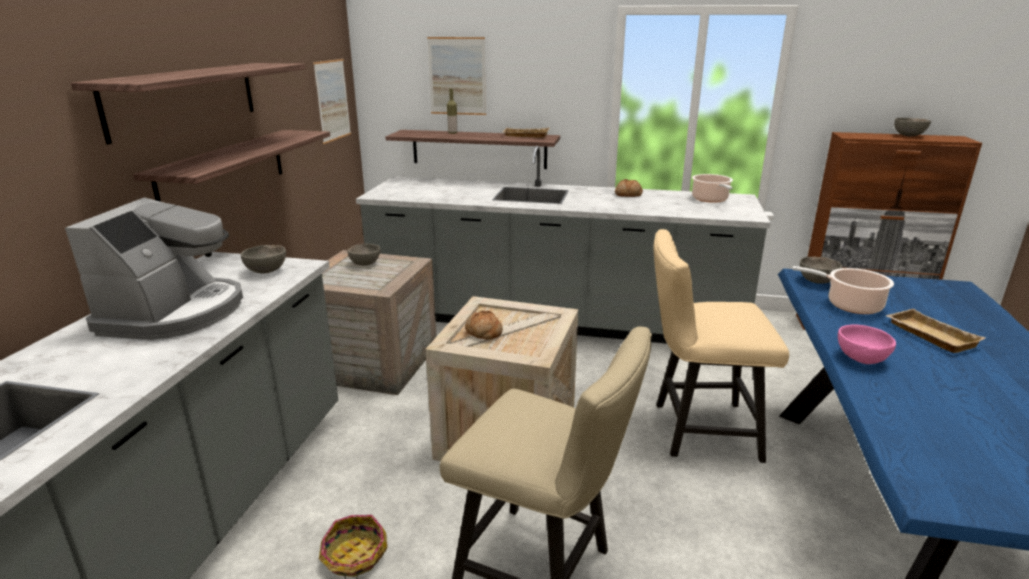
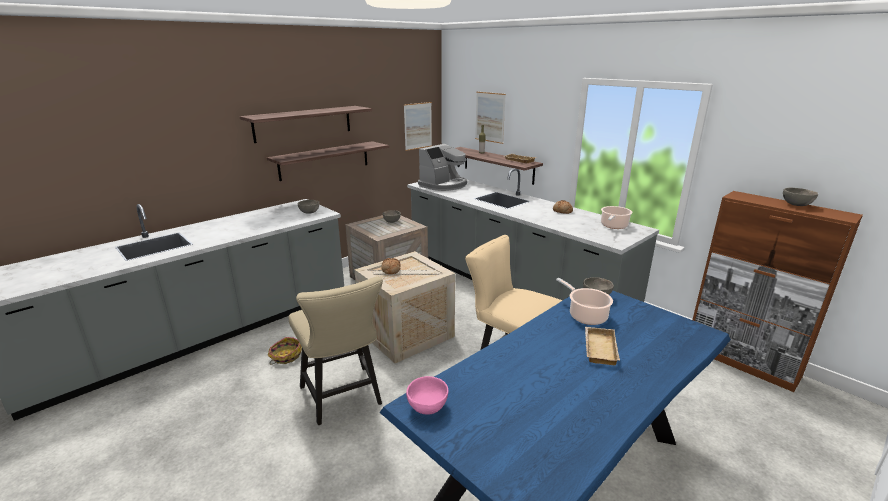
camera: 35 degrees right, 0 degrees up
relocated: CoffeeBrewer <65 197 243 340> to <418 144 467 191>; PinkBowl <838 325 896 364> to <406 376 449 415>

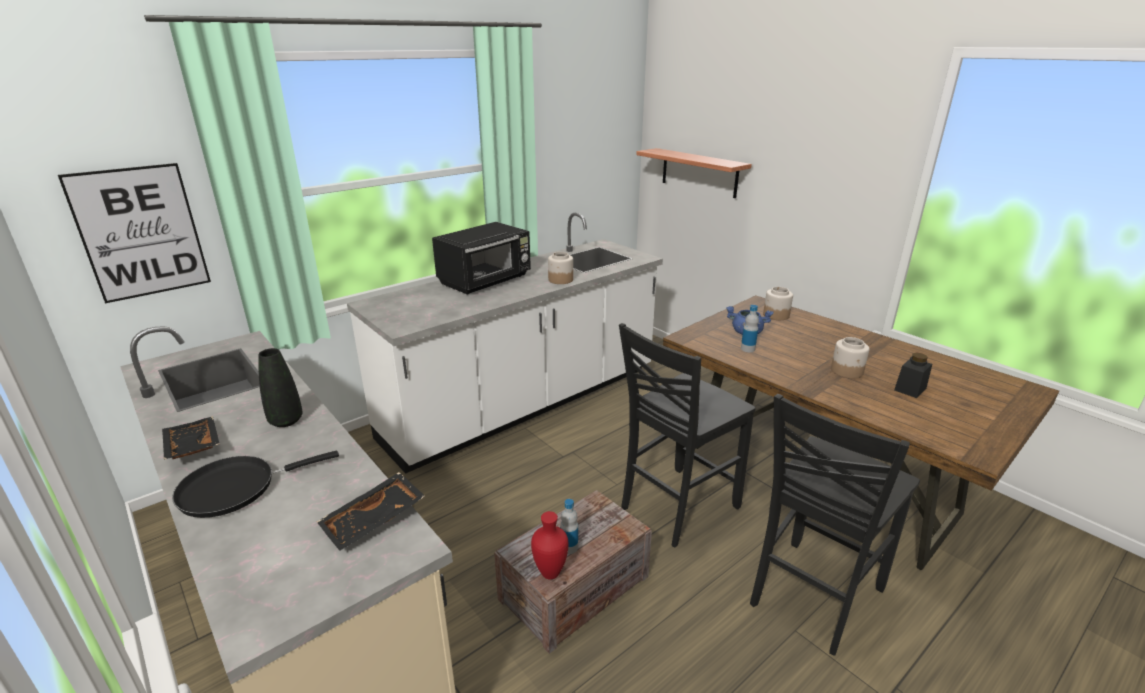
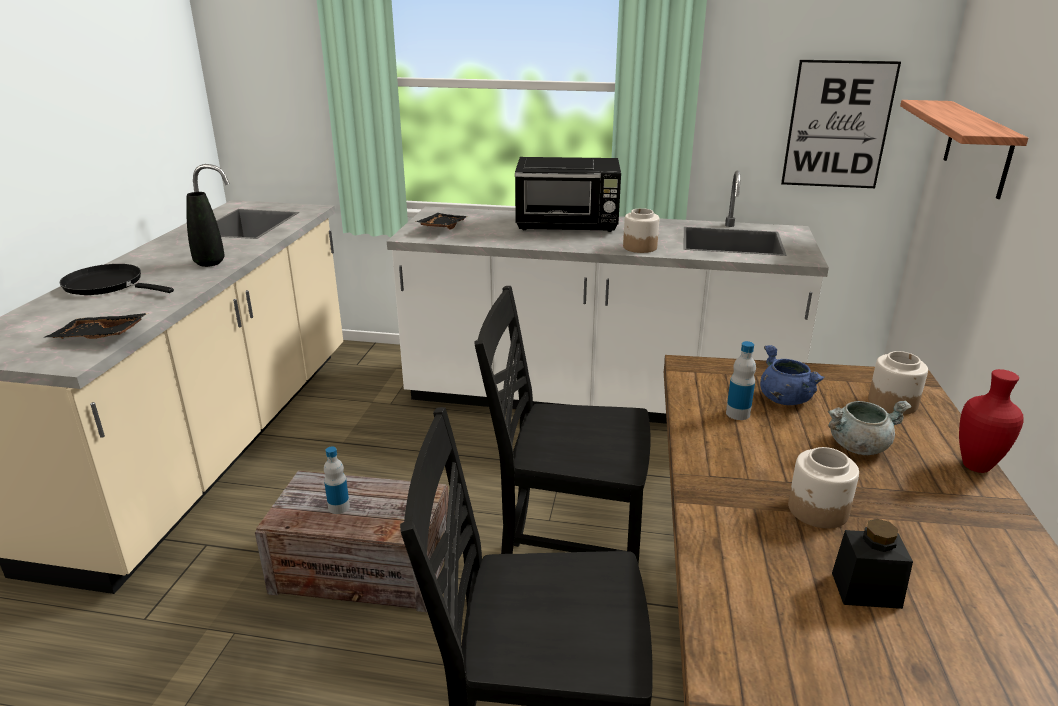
camera: 50 degrees right, 0 degrees up
appeared: GreyishCookingPot <828 400 911 455>
relocated: WallPicture <58 163 211 303> to <781 60 901 188>; BlackishTray <162 417 219 460> to <415 213 469 230>; RedFlowerVase <531 511 568 579> to <959 369 1024 473>

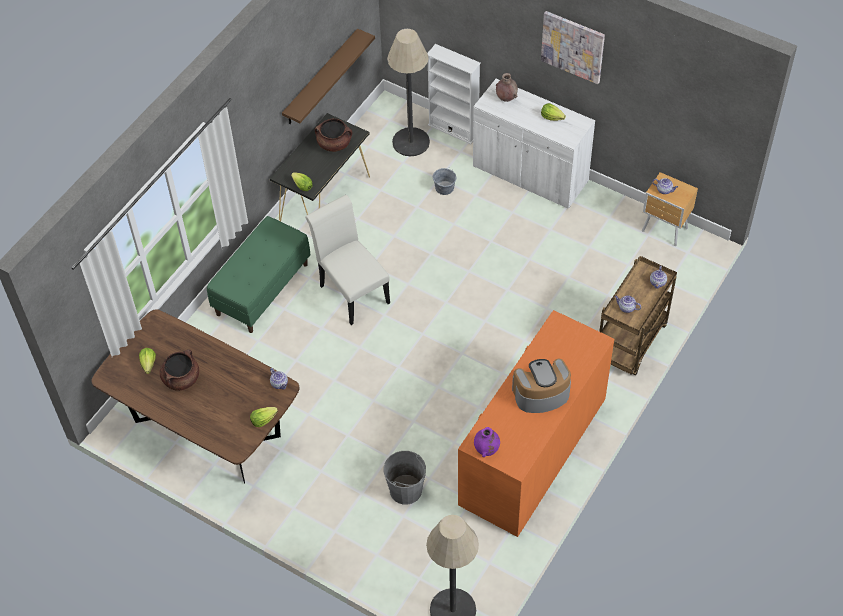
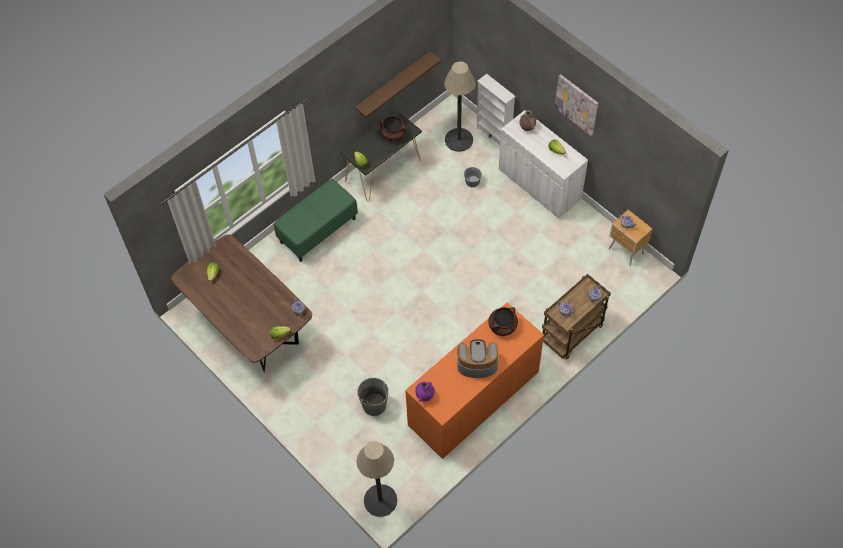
camera: 15 degrees right, 5 degrees up
missing: WhiteColouredPlainChair <305 195 390 325>
relocated: BrownCookingPot <160 349 199 391> to <488 307 518 336>

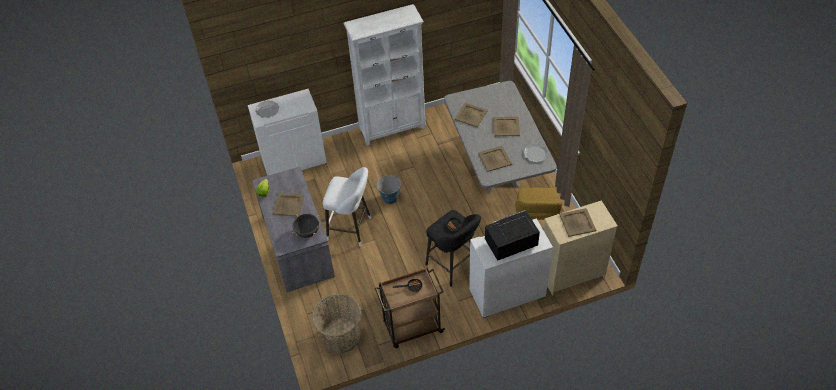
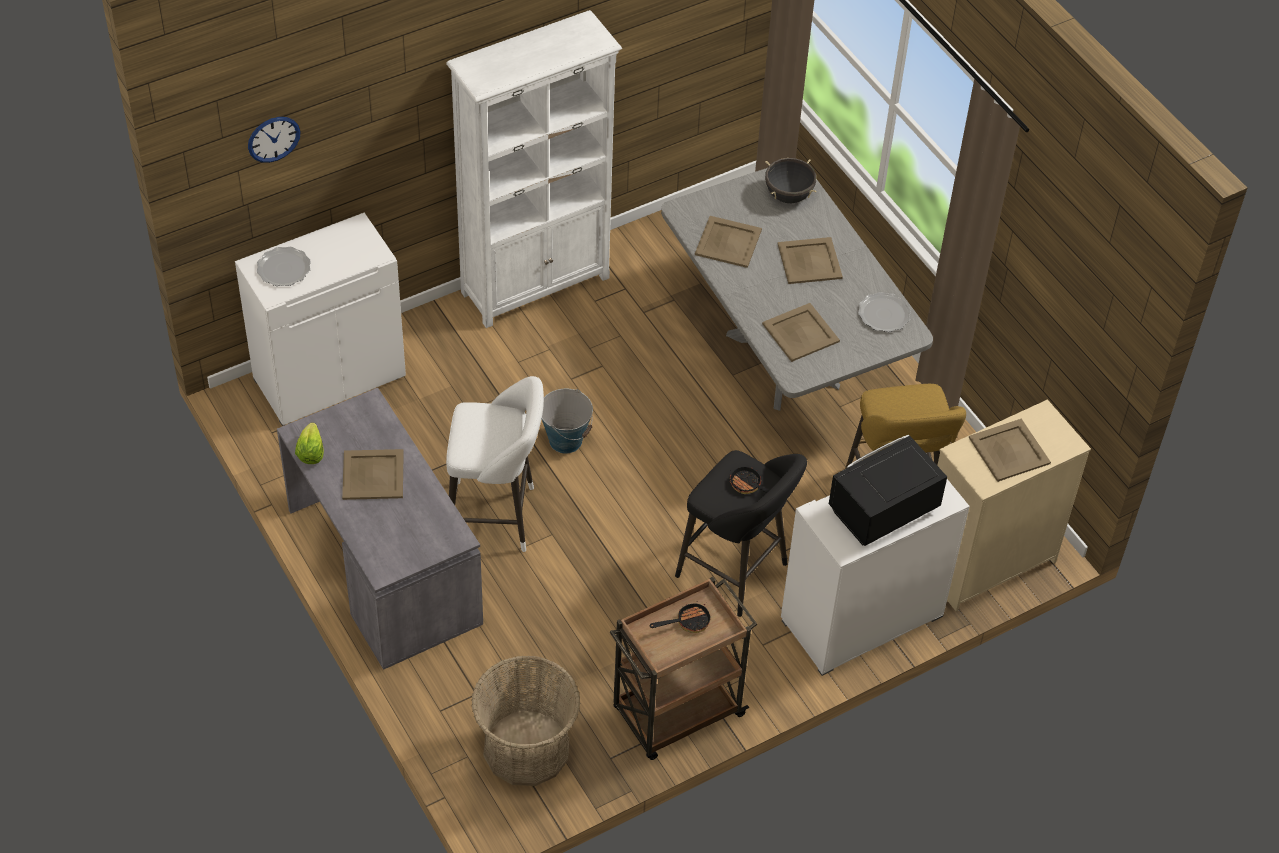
camera: 15 degrees left, 0 degrees up
appeared: HangingClock <248 117 301 163>
relocated: BlackishCookingPot <292 214 319 238> to <765 158 817 203>

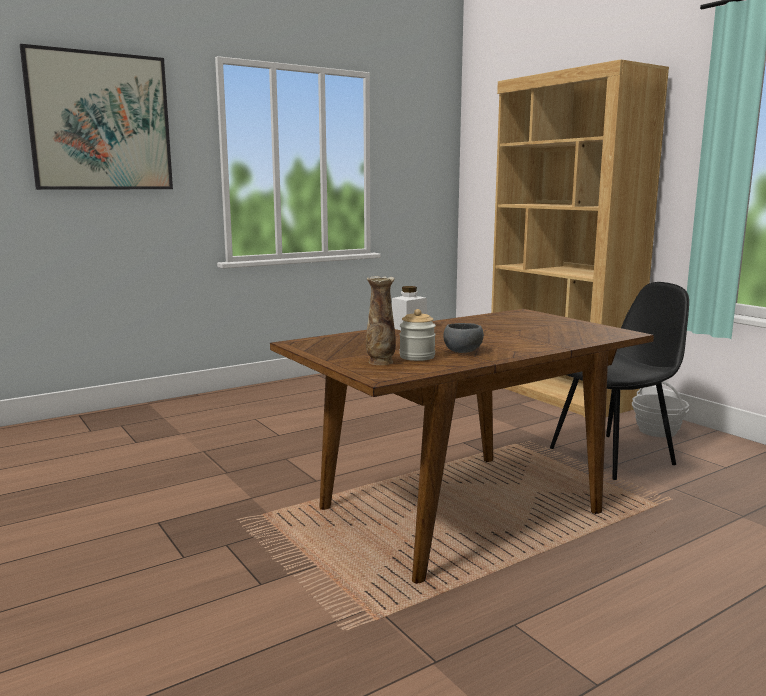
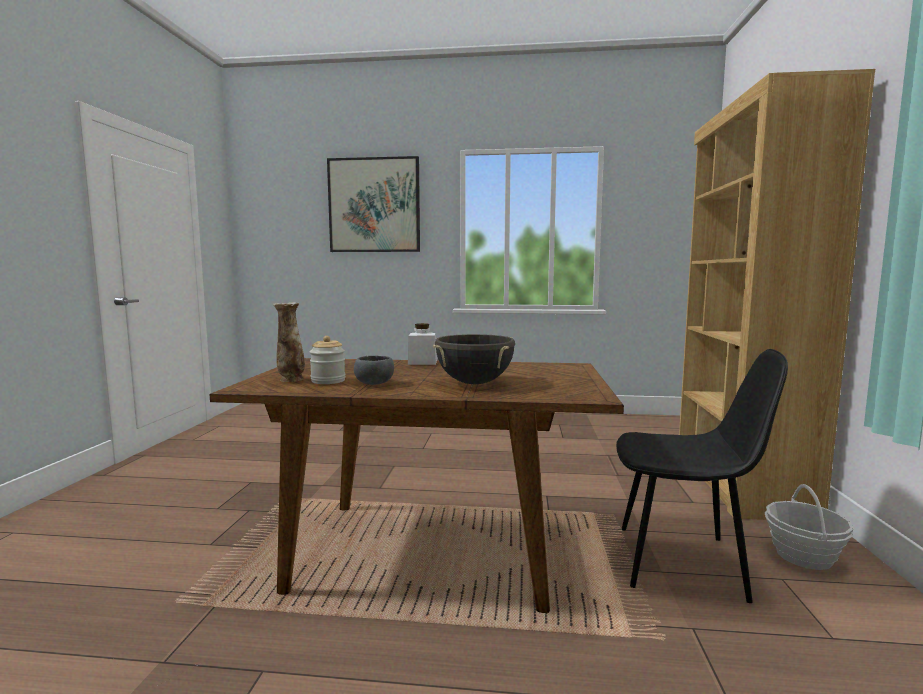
camera: 40 degrees right, 5 degrees down
appeared: BlackishCookingPot <433 334 515 384>

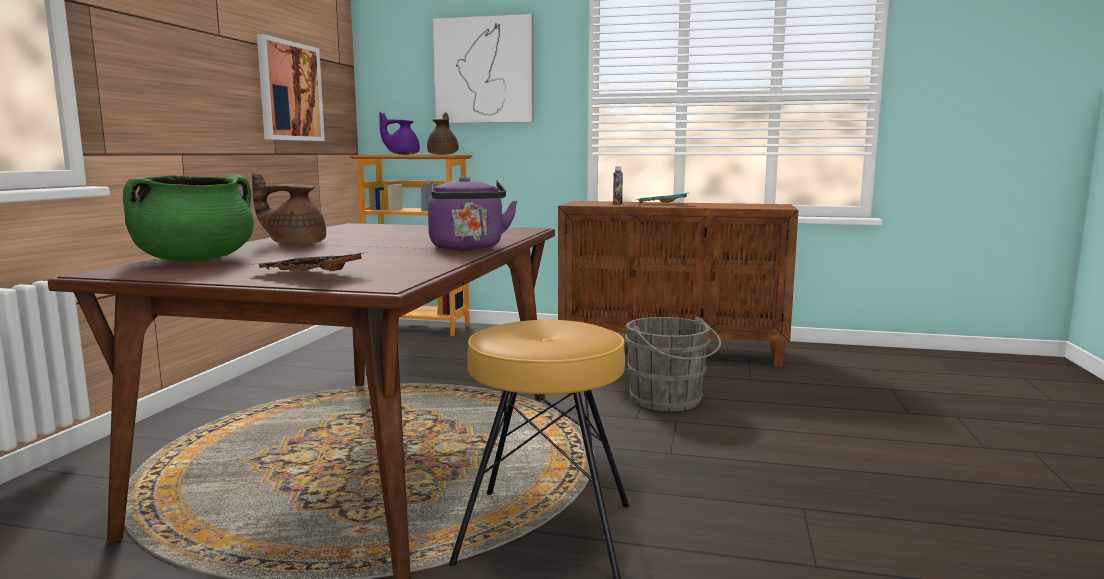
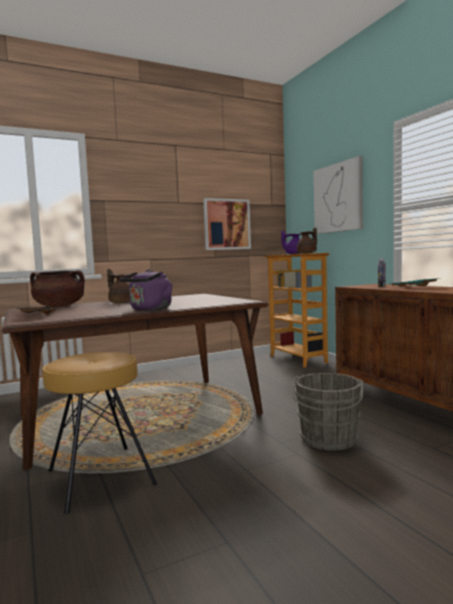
camera: 50 degrees right, 5 degrees down
colour: GreenColouredCookingPot <123 174 254 262> to BrownCookingPot <30 270 85 307>

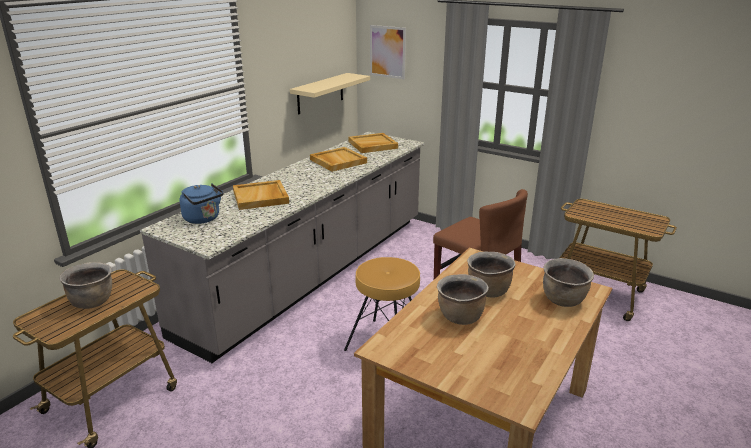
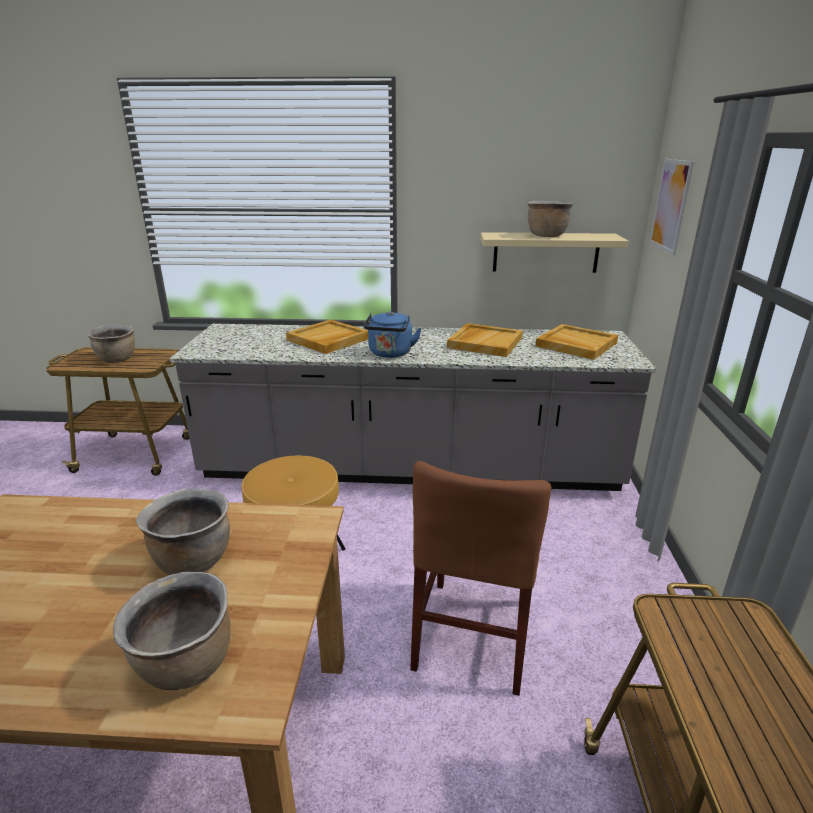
camera: 60 degrees right, 0 degrees up
relocated: BlueWaterKettle <179 183 224 224> to <363 311 422 358>; BrownCookingPot <437 274 489 325> to <528 201 573 237>

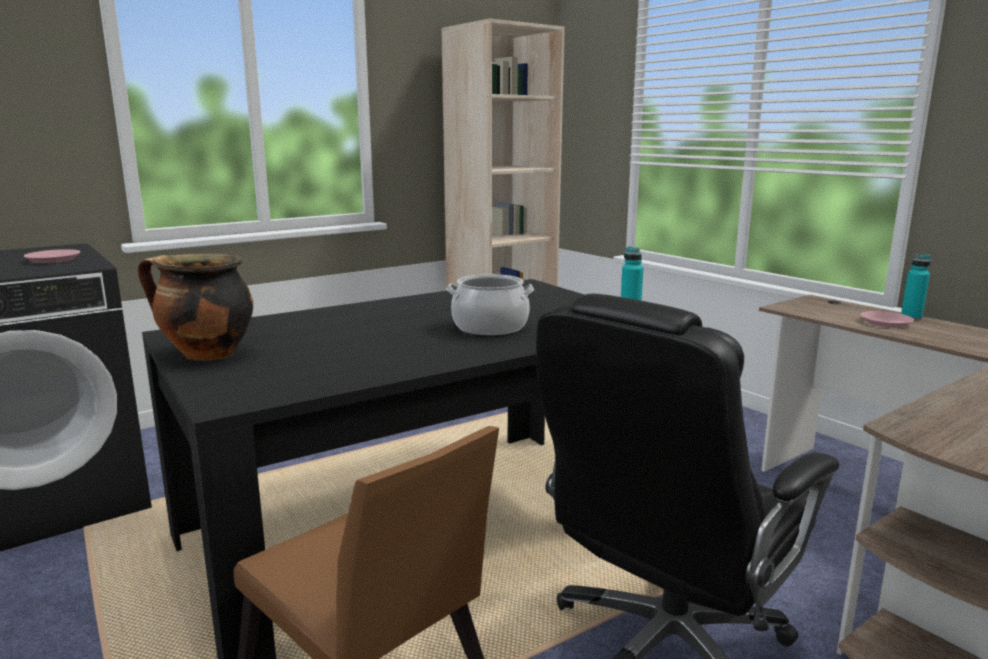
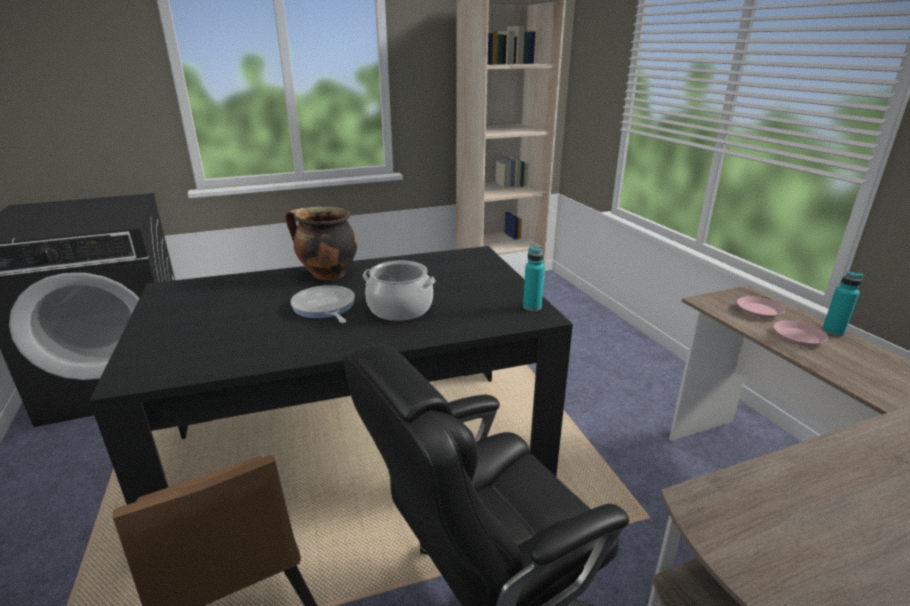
camera: 15 degrees right, 10 degrees up
appeared: Pan <290 285 355 323>
relocated: PinkDinnerPlate <24 249 80 263> to <737 296 785 318>; CookingPot <138 254 253 361> to <286 207 357 280>

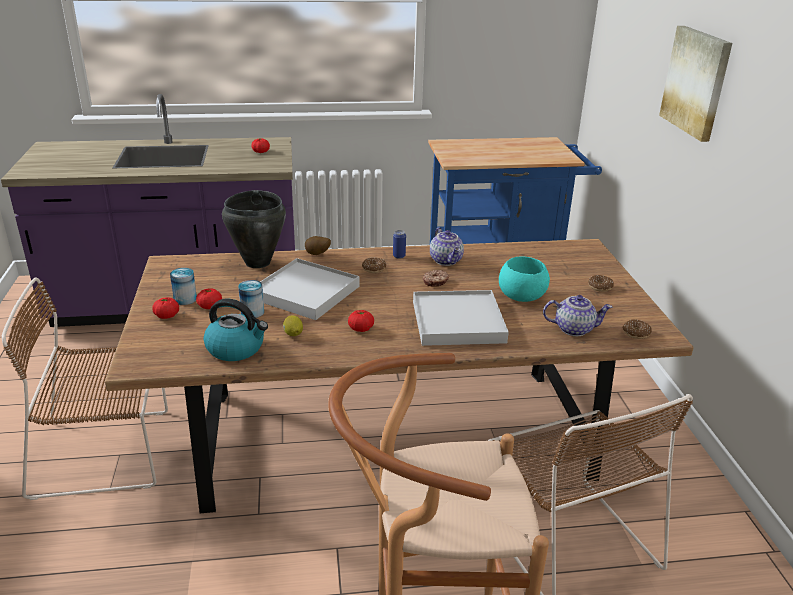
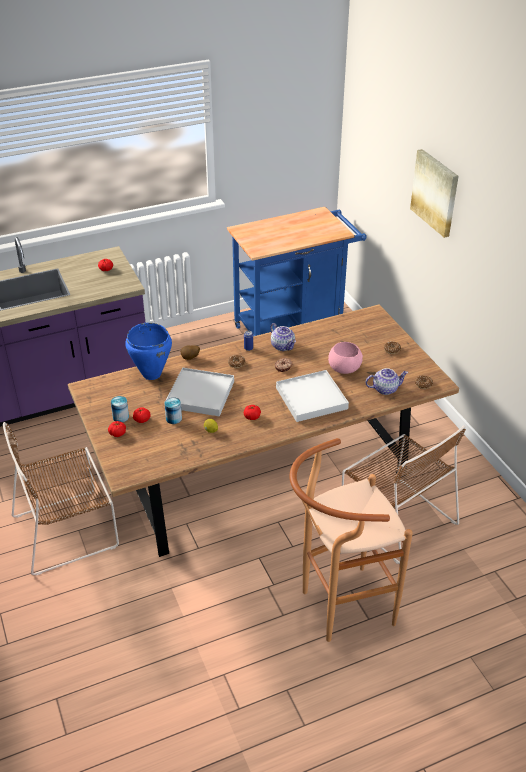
camera: 15 degrees left, 10 degrees up
missing: WaterKettle <204 298 268 361>
colour: BlackishCookingPot <222 190 286 268> to BlueCookingPot <125 323 172 380>; TurquoiseBowl <499 256 550 302> to PinkBowl <328 342 363 374>

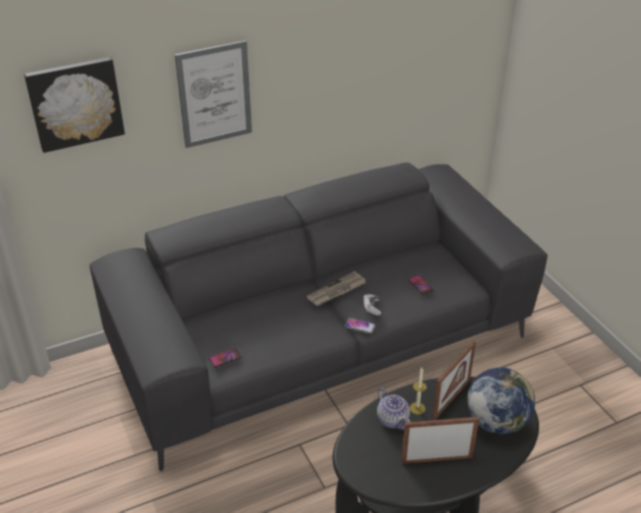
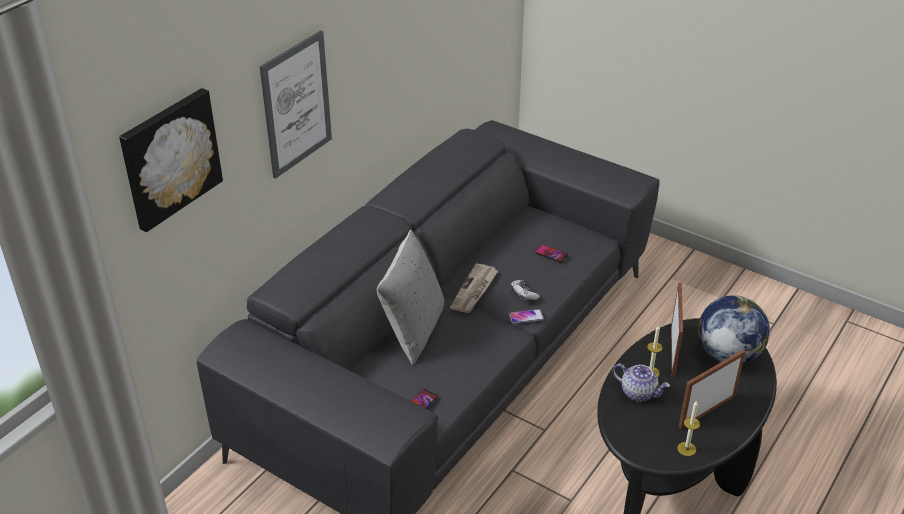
camera: 30 degrees left, 0 degrees up
appeared: GreyishPillow <377 230 444 365>; WaxCandle <677 401 700 456>

